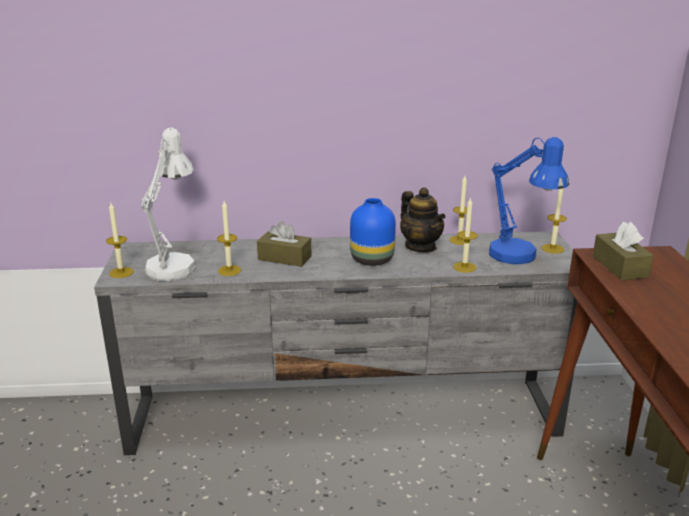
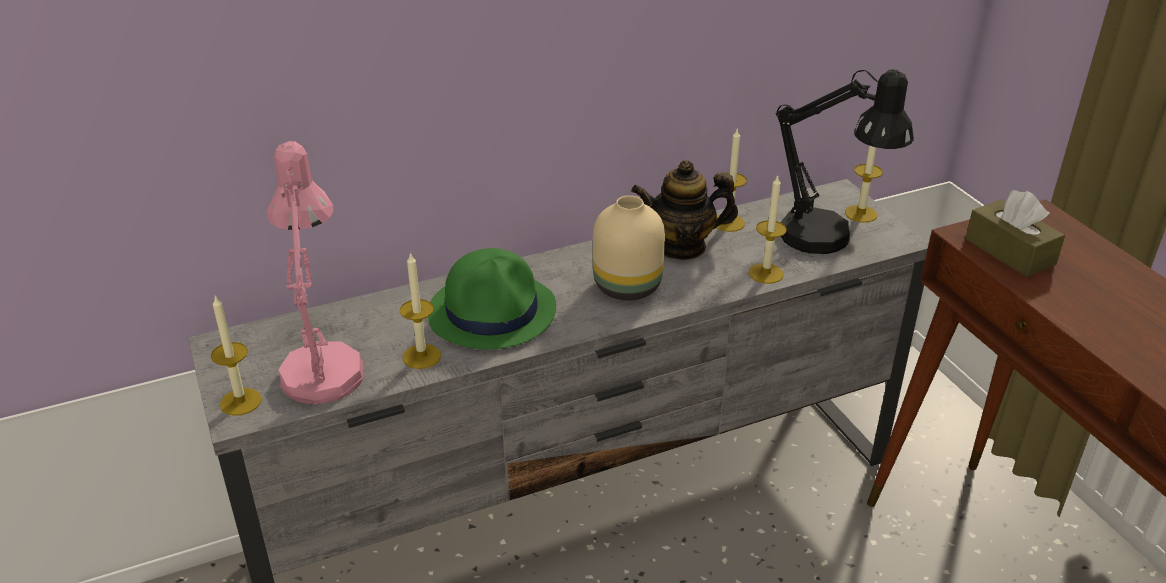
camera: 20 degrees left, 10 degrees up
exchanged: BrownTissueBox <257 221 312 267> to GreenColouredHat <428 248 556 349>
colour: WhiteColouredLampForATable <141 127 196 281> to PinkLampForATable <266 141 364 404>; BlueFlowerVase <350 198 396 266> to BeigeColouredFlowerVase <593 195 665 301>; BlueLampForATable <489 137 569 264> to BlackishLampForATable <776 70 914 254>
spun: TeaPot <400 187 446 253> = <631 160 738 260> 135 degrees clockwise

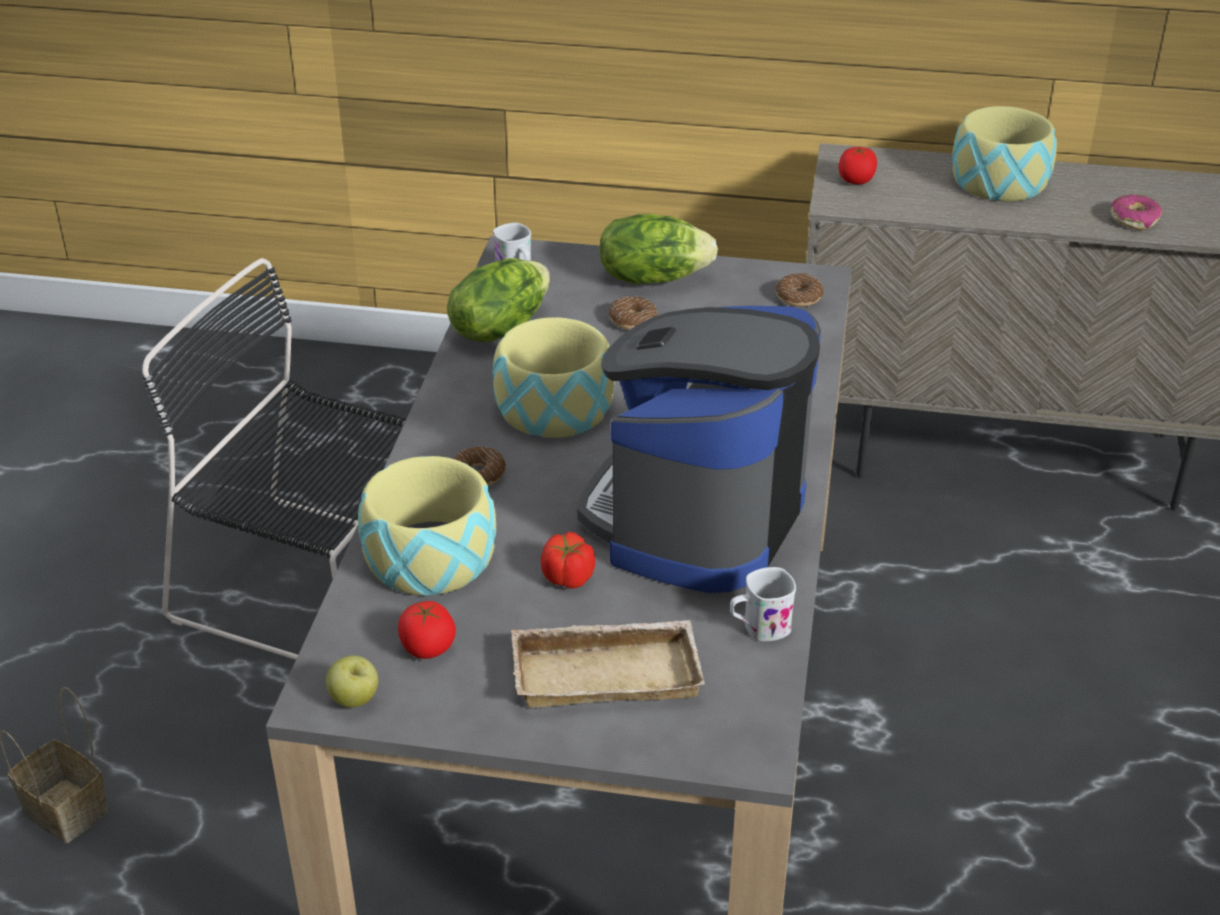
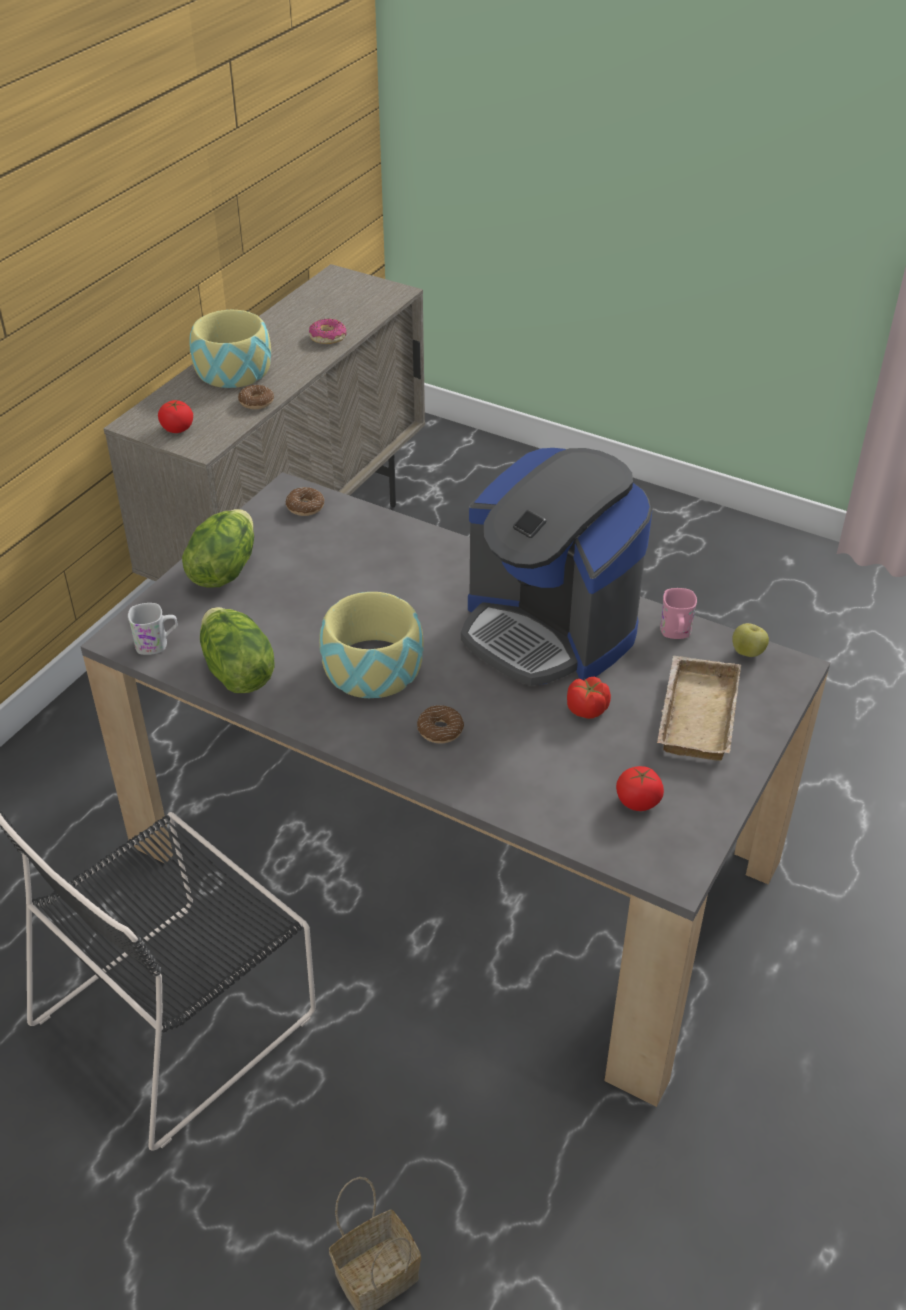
camera: 70 degrees left, 5 degrees up
missing: Bowl <358 456 496 595>
relocated: WholeApple <326 655 379 708> to <732 623 769 657>; RingDoughnut <609 296 658 330> to <238 385 274 409>
colour: WhiteColouredTeaMug <730 567 796 641> to PinkTeaMug <660 588 697 639>

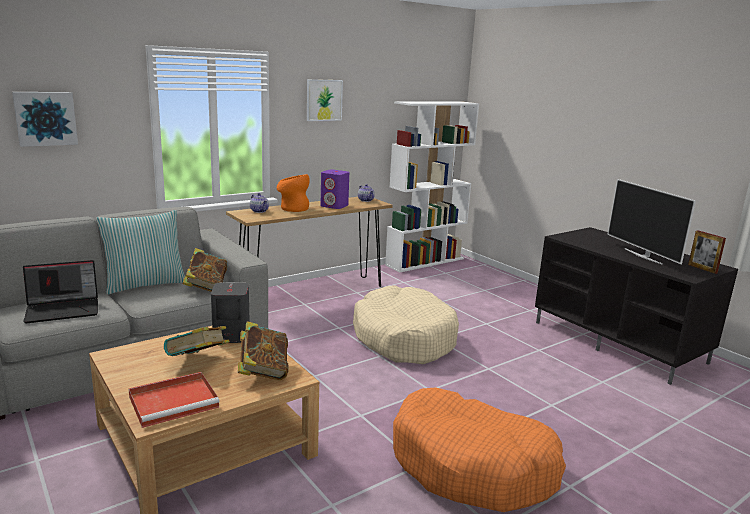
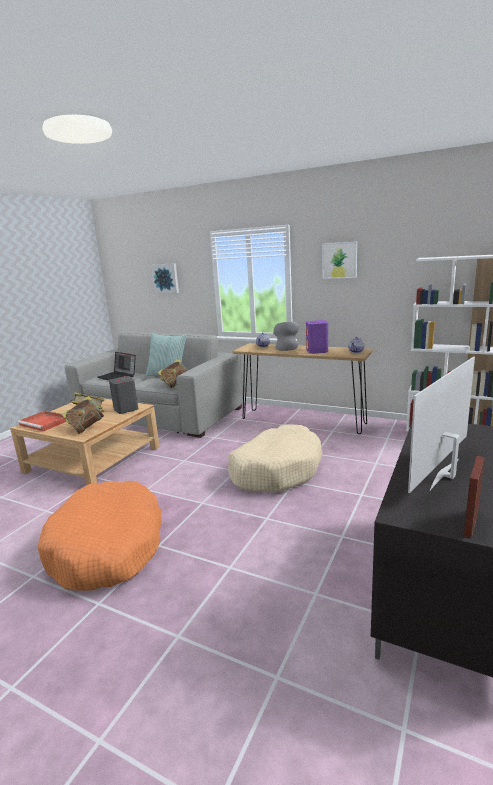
camera: 65 degrees right, 0 degrees up
colour: OrangeFlowerVase <277 174 310 212> to GreyishFlowerVase <273 322 299 351>

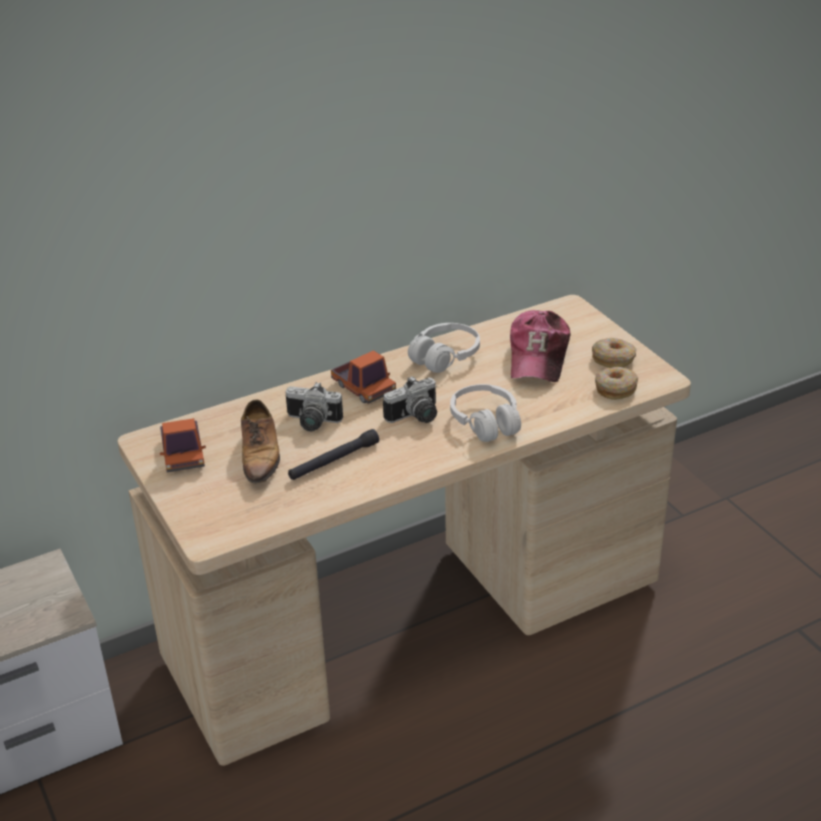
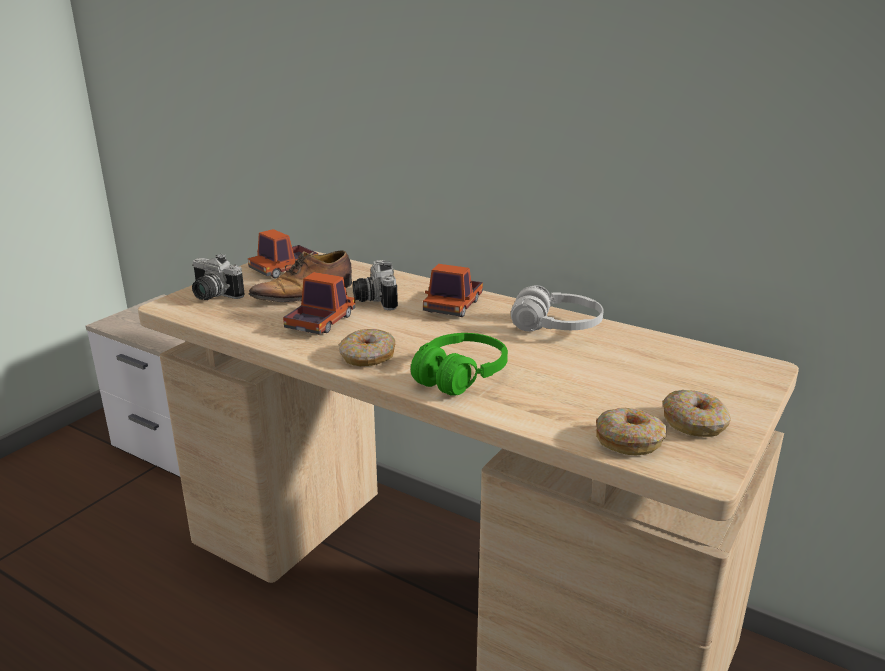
camera: 60 degrees right, 10 degrees down
missing: BaseballCap <510 310 570 382>
appeared: RingDoughnut <339 329 395 366>
relocated: PhotoCamera <383 376 437 423> to <192 254 245 300>
exchanged: BlackishHandTorch <288 429 379 480> to ToyLorry <283 272 356 335>
colour: WhiteColouredHeadset <450 384 521 442> to GreenColouredHeadset <411 333 508 396>

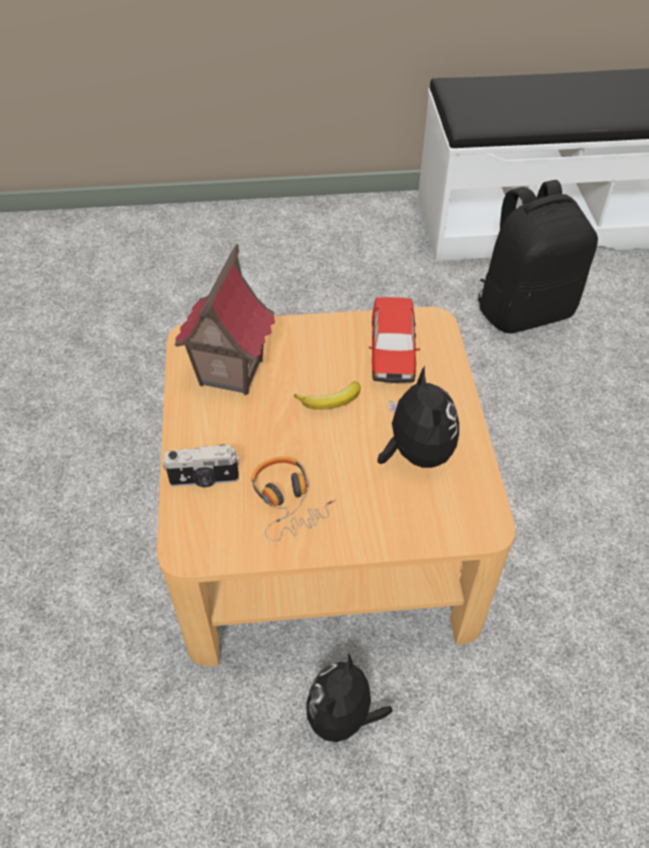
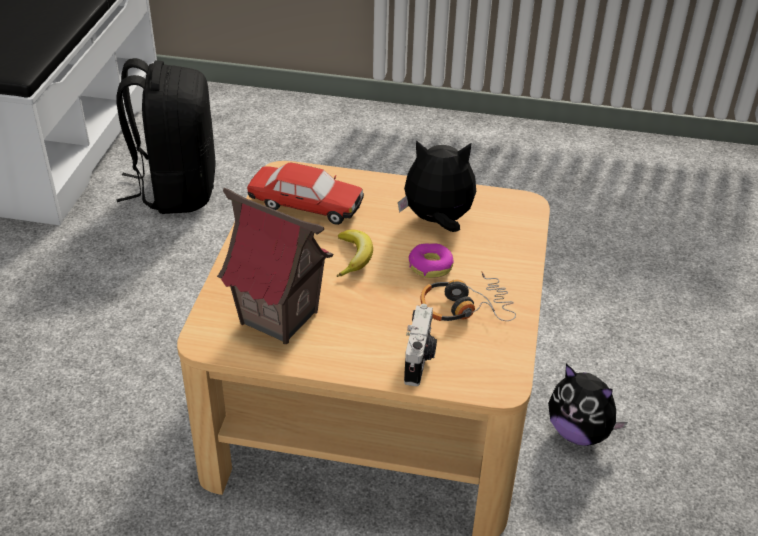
camera: 75 degrees left, 10 degrees down
appeared: RingDoughnut <408 243 454 278>

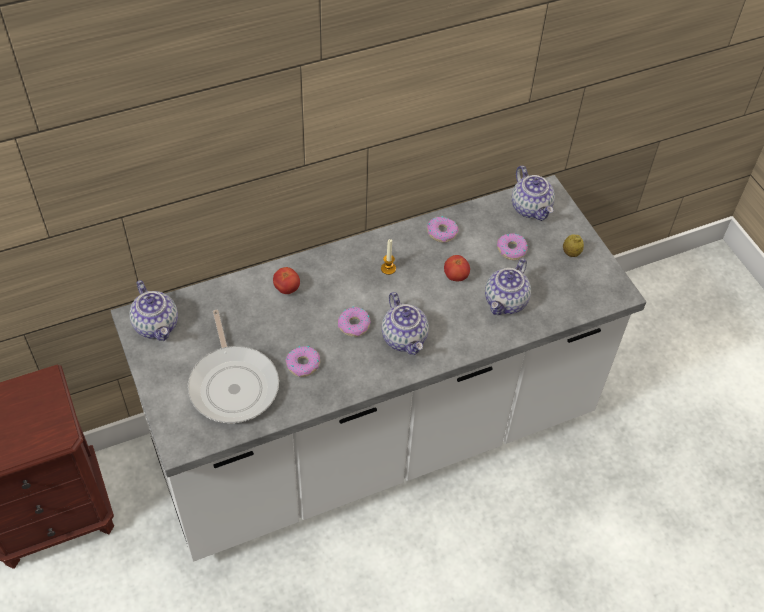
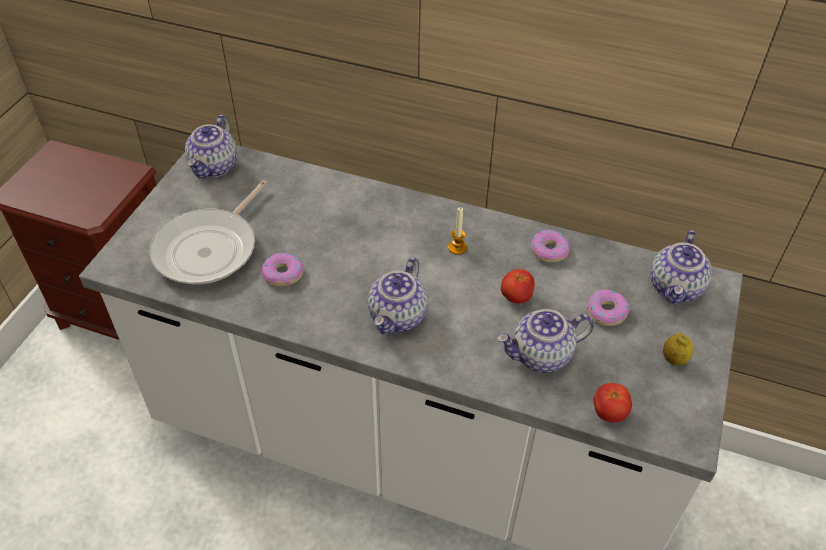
camera: 45 degrees right, 5 degrees down
missing: RingDoughnut <338 307 371 337>
relocated: FreshTomato <273 267 300 294> to <594 383 632 423>

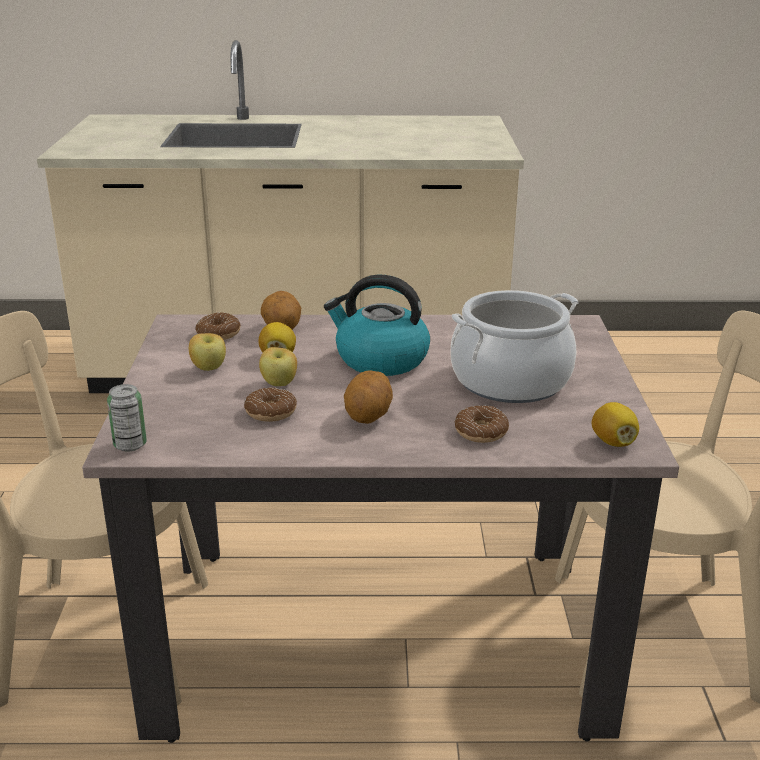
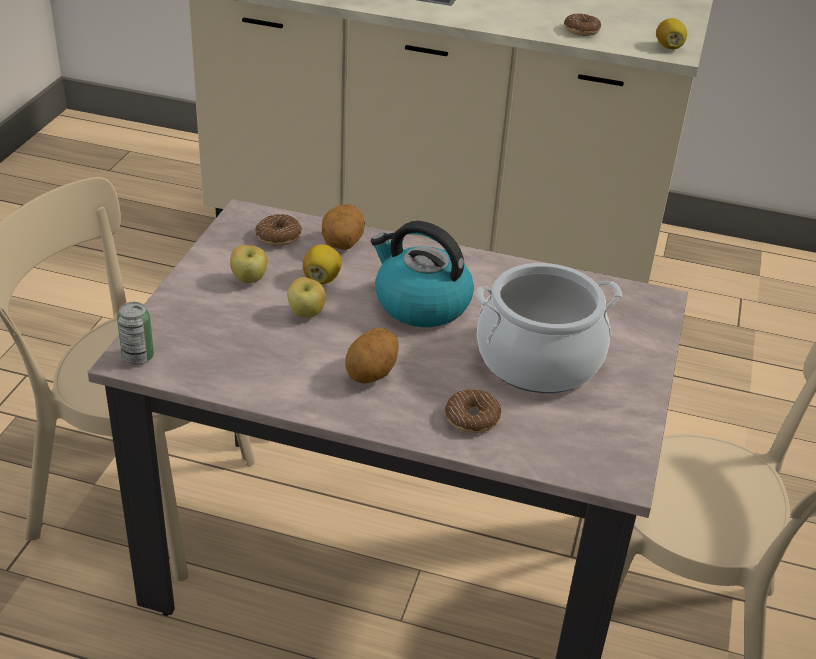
camera: 15 degrees right, 10 degrees up
relocated: RingDoughnut <244 388 297 422> to <564 13 601 36>; WholeLemon <592 402 639 447> to <656 18 687 49>

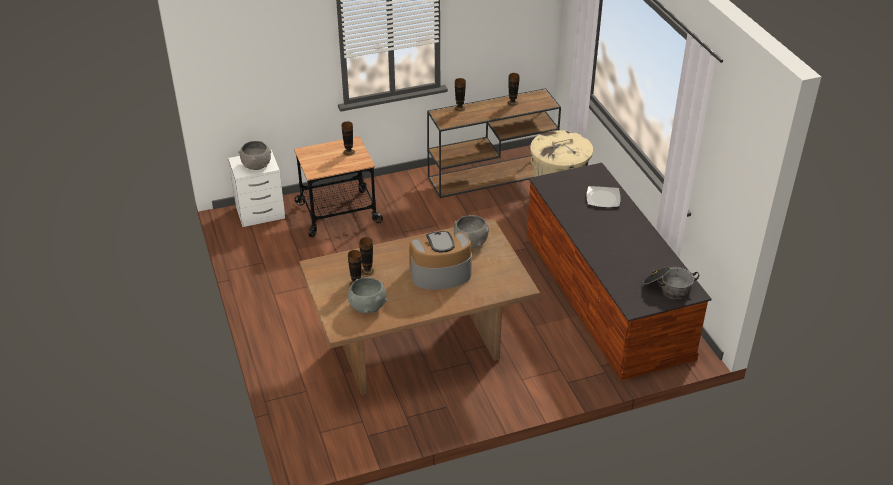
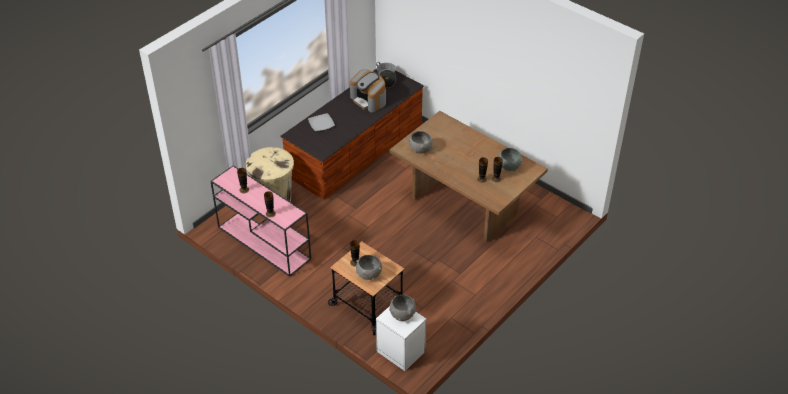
camera: 120 degrees left, 5 degrees up
appeared: GreyishBowl <356 255 382 280>
relocated: CoffeeBrewer <409 231 472 290> to <350 69 386 112>
colour: BrownHallTable <427 88 561 198> to PinkHallTable <211 165 311 277>

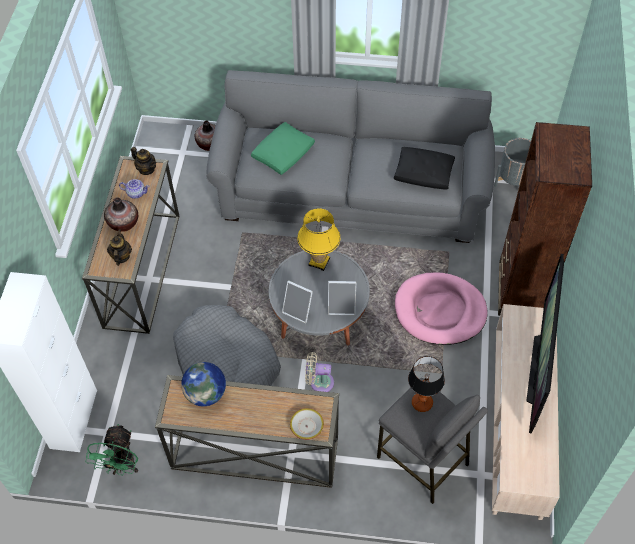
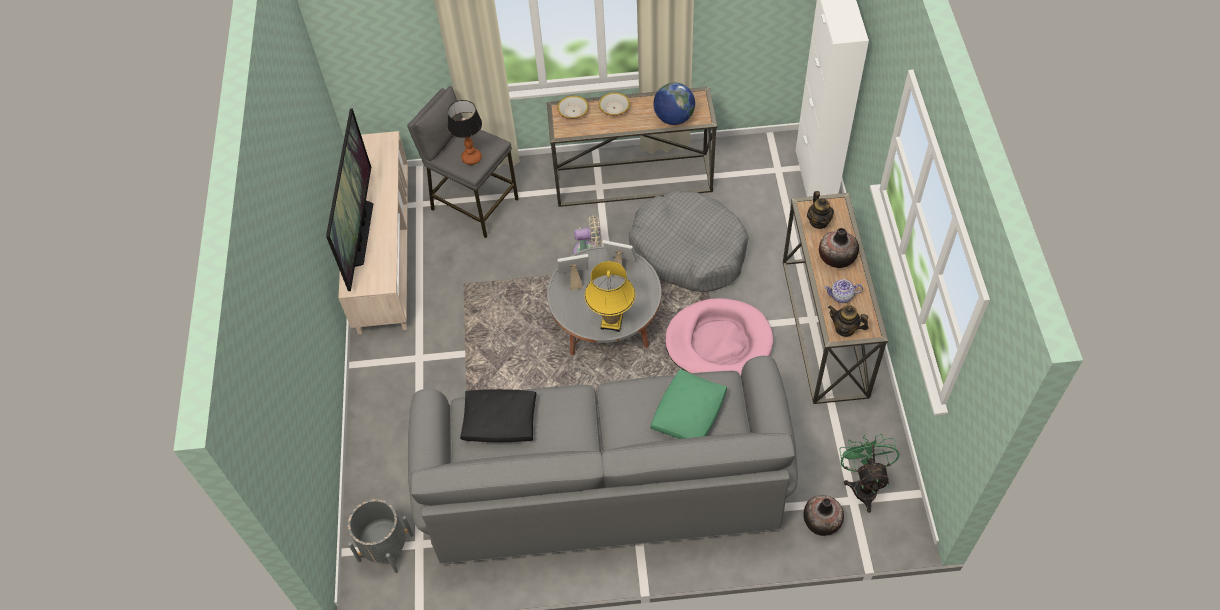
camera: 170 degrees right, 0 degrees up
missing: BrownBookcase <498 122 592 316>
appeared: Bowl <599 92 630 116>
relocated: GreenColouredElectricFan <85 424 138 476> to <839 434 899 513>; PinkPetBed <395 272 488 345> to <665 298 773 377>

